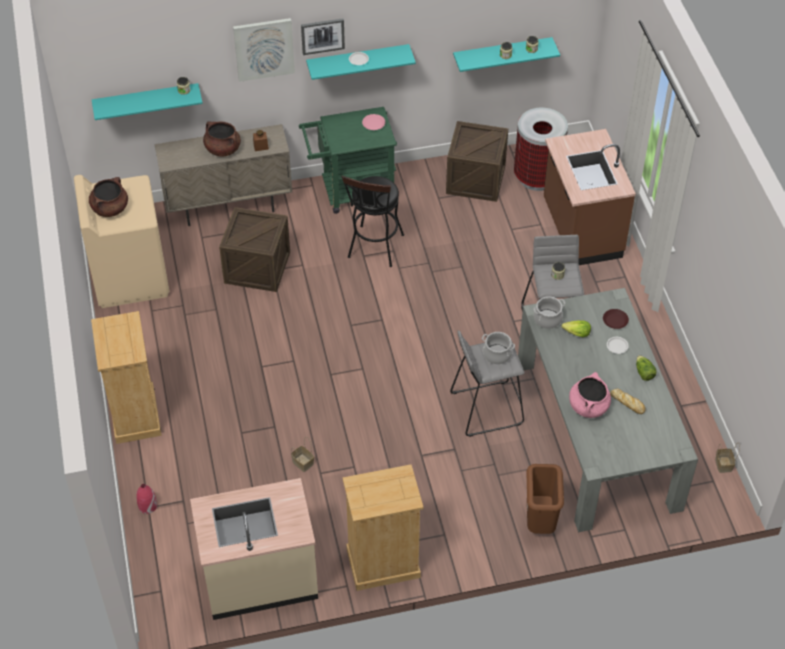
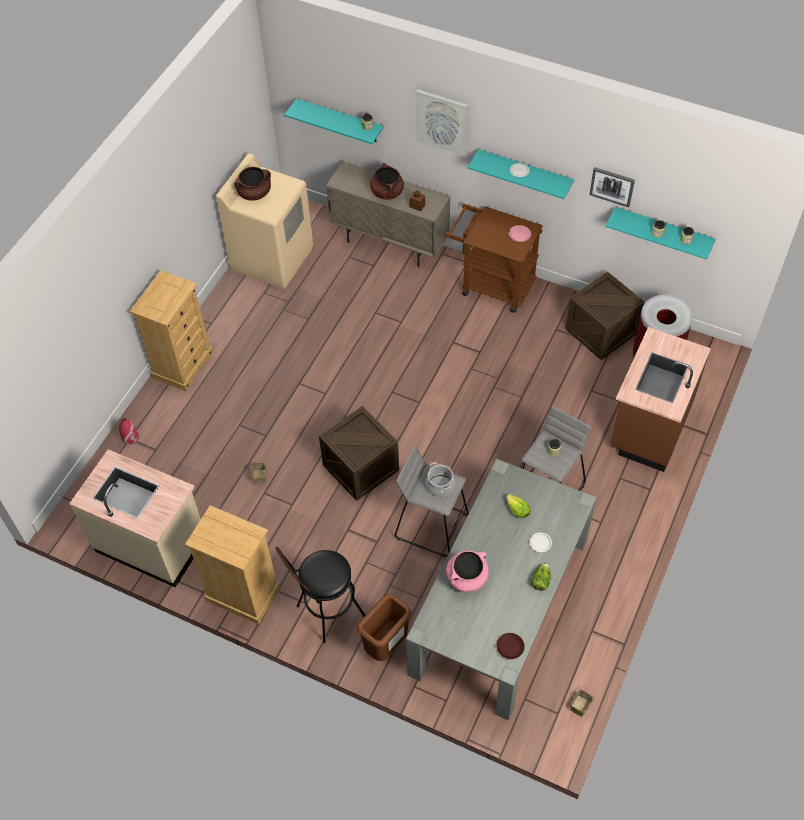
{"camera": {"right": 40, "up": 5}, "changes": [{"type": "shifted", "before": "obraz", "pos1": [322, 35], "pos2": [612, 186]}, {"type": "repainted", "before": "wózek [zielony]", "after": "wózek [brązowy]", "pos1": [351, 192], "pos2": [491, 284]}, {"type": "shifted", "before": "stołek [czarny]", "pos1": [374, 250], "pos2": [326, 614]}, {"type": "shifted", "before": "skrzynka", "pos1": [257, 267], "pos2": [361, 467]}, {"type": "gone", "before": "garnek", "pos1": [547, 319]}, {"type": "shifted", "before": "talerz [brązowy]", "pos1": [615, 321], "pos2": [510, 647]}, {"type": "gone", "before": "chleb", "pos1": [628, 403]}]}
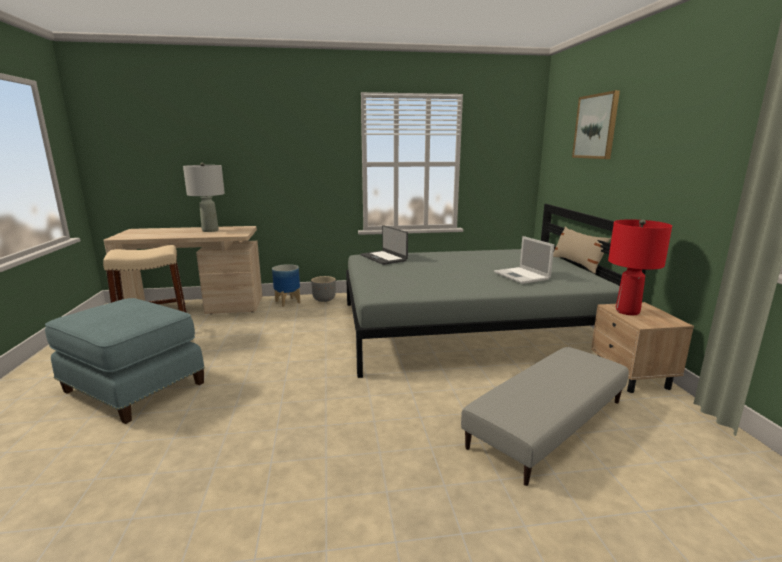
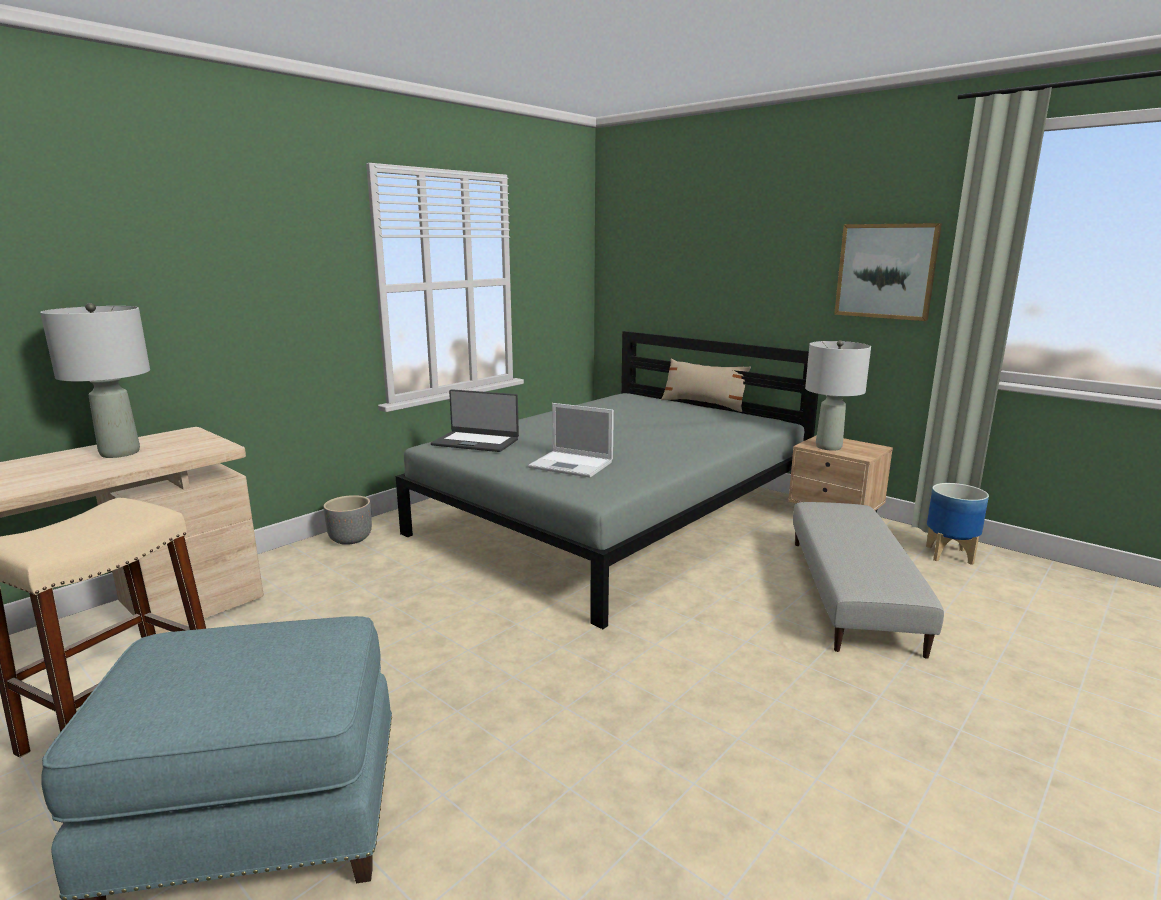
{"camera": {"right": -40, "up": 0}, "changes": [{"type": "shifted", "before": "obraz", "pos1": [596, 126], "pos2": [886, 271]}, {"type": "repainted", "before": "lampa stołowa [czerwony]", "after": "lampa stołowa [szary]", "pos1": [627, 311], "pos2": [828, 447]}, {"type": "shifted", "before": "laptop", "pos1": [522, 276], "pos2": [572, 465]}, {"type": "shifted", "before": "donica", "pos1": [287, 302], "pos2": [948, 555]}]}
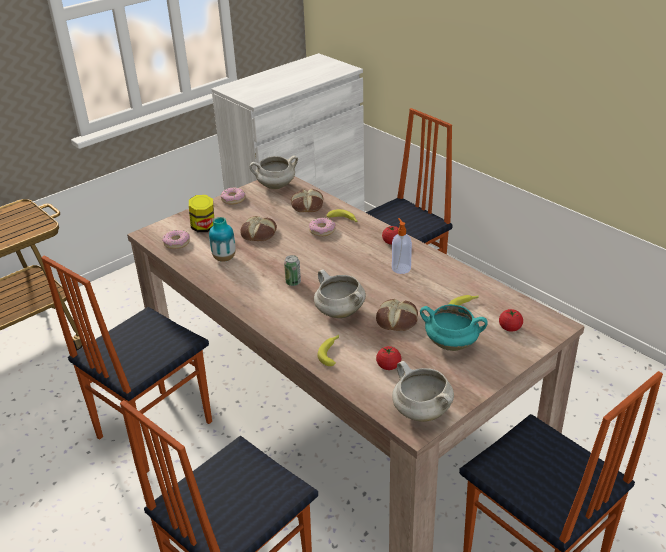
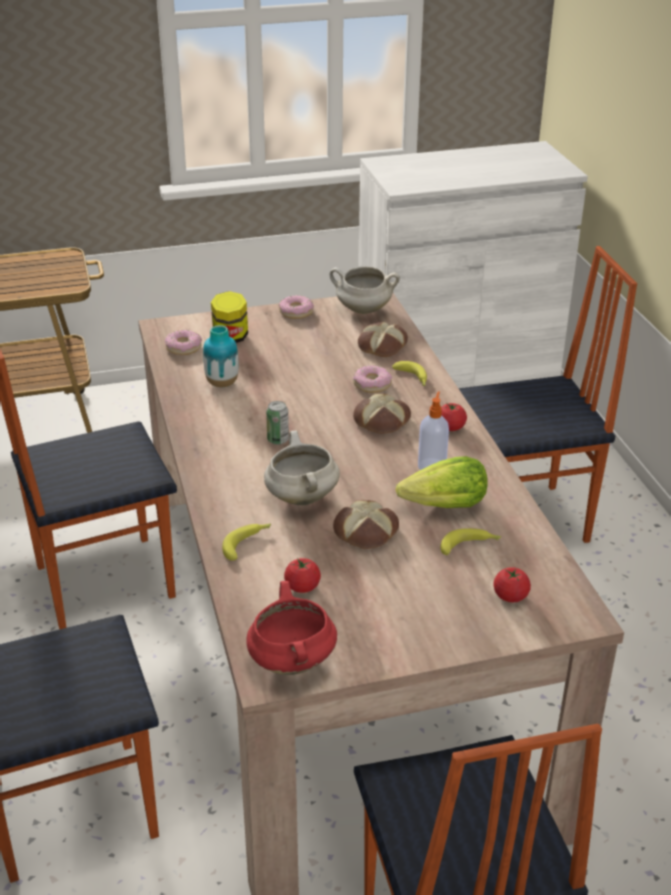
{"camera": {"right": 25, "up": 0}, "changes": [{"type": "shifted", "before": "chleb", "pos1": [259, 233], "pos2": [382, 421]}, {"type": "gone", "before": "garnek [turkusowy]", "pos1": [452, 344]}, {"type": "repainted", "before": "garnek [biały]", "after": "garnek [czerwony]", "pos1": [420, 412], "pos2": [290, 660]}, {"type": "new", "after": "sałata", "pos2": [445, 506]}]}
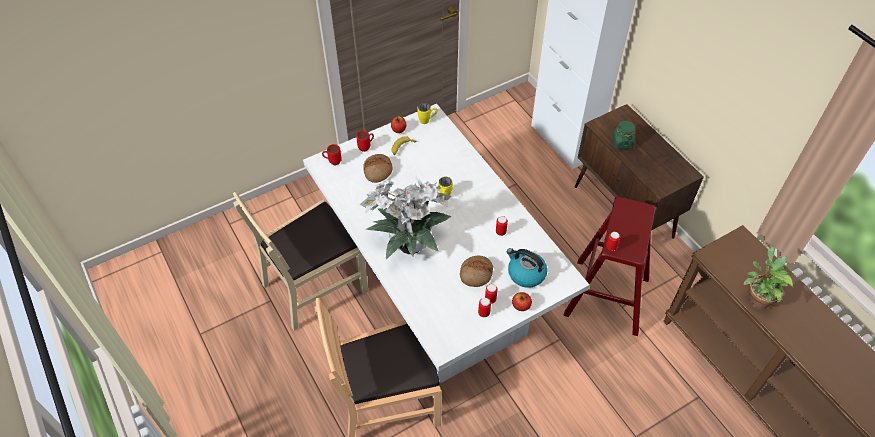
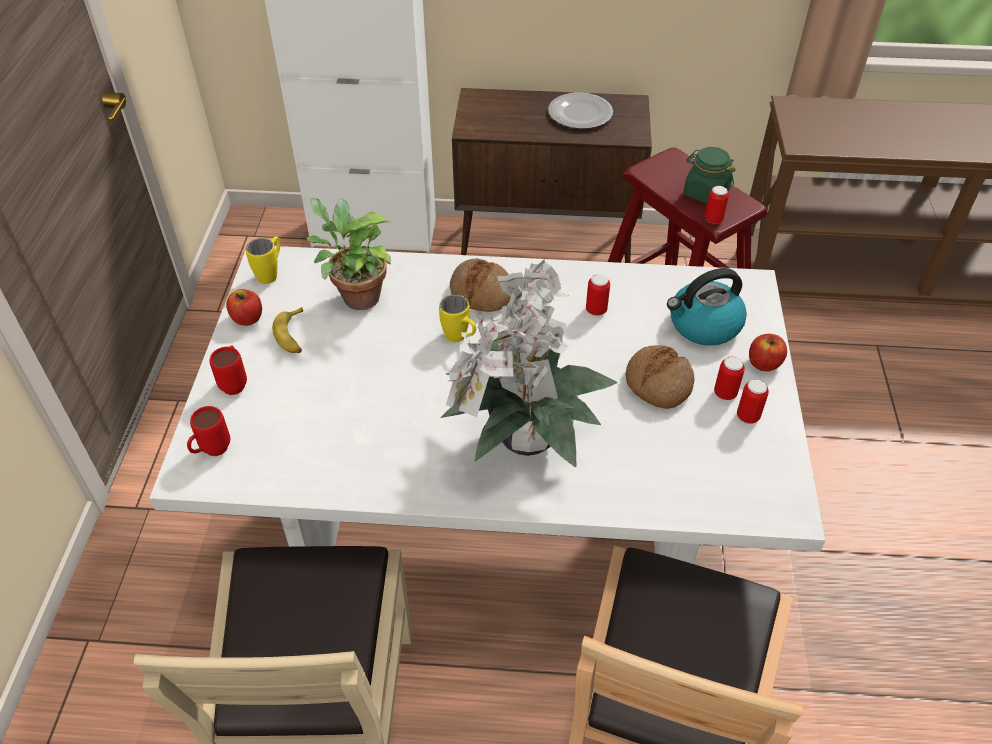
{"camera": {"right": -55, "up": -5}, "changes": [{"type": "shifted", "before": "słoik [zielony]", "pos1": [622, 142], "pos2": [705, 193]}, {"type": "shifted", "before": "chleb", "pos1": [378, 171], "pos2": [481, 292]}, {"type": "shifted", "before": "roślina doniczkowa", "pos1": [756, 298], "pos2": [356, 296]}, {"type": "new", "after": "talerz", "pos2": [580, 113]}]}
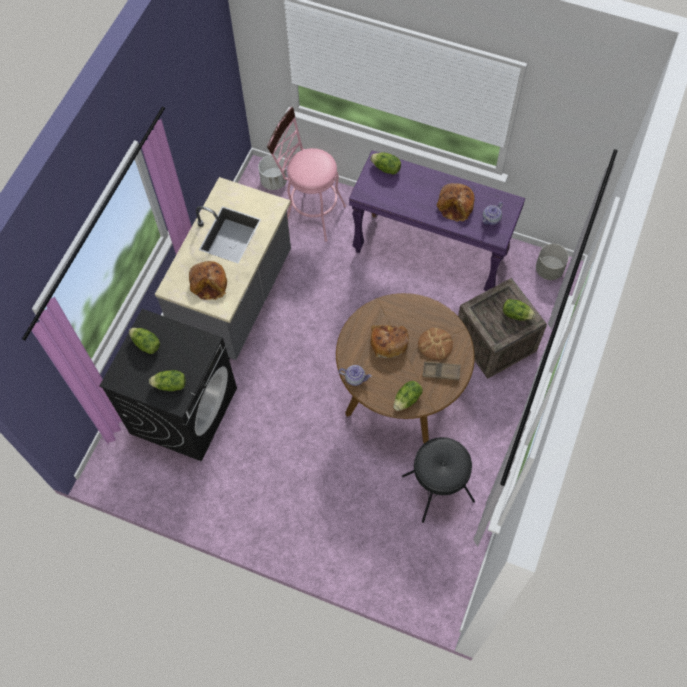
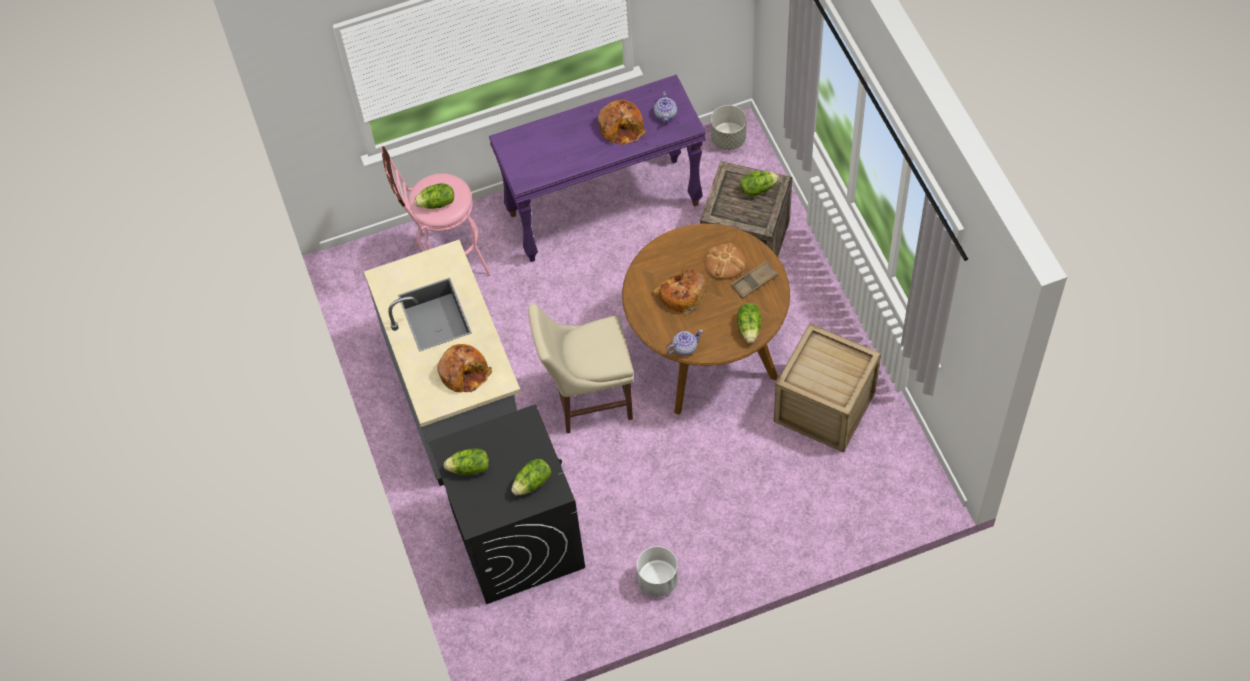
{"camera": {"right": -40, "up": -5}, "changes": [{"type": "shifted", "before": "sałata", "pos1": [386, 168], "pos2": [437, 204]}, {"type": "shifted", "before": "donica [biały]", "pos1": [274, 181], "pos2": [658, 580]}, {"type": "swapped", "before": "stołek [czarny]", "after": "skrzynka", "pos1": [437, 488], "pos2": [824, 406]}, {"type": "new", "after": "krzesło [beżowy]", "pos2": [588, 399]}]}
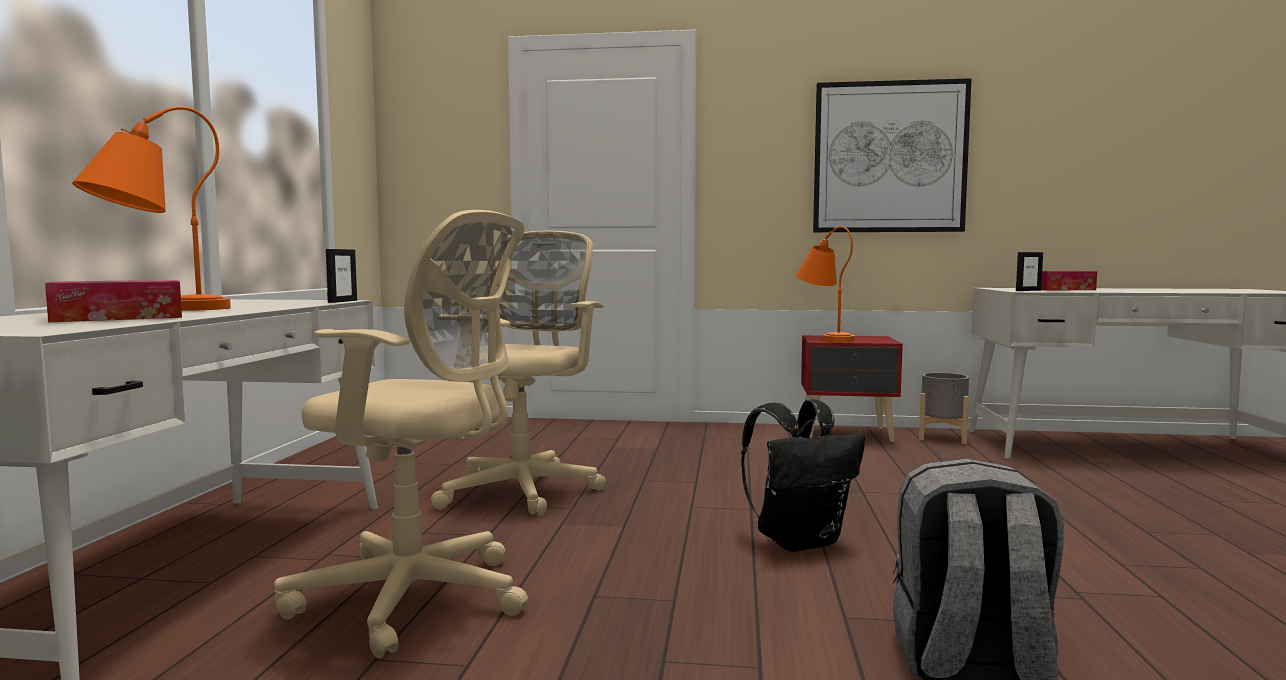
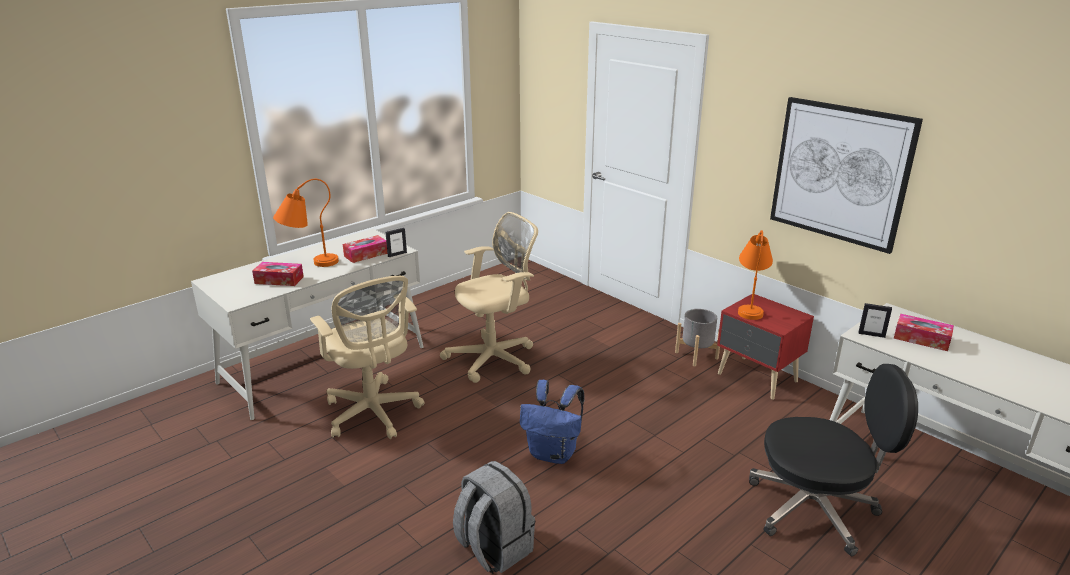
{"camera": {"right": 40, "up": 20}, "changes": [{"type": "shifted", "before": "donica [szary]", "pos1": [942, 437], "pos2": [696, 355]}, {"type": "repainted", "before": "plecak [czarny]", "after": "plecak [niebieski]", "pos1": [799, 541], "pos2": [553, 454]}, {"type": "new", "after": "pudełko chusteczek", "pos2": [366, 254]}, {"type": "new", "after": "krzesło biurowe [czarny]", "pos2": [815, 509]}]}
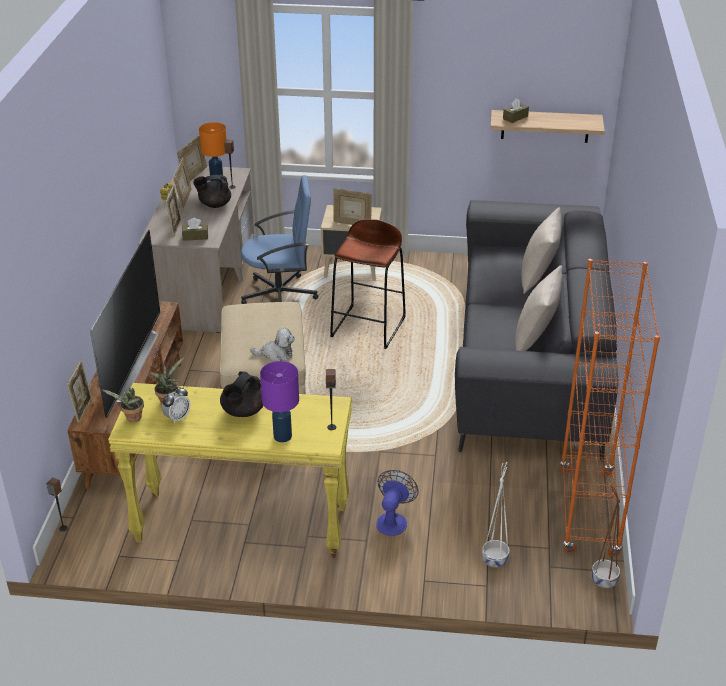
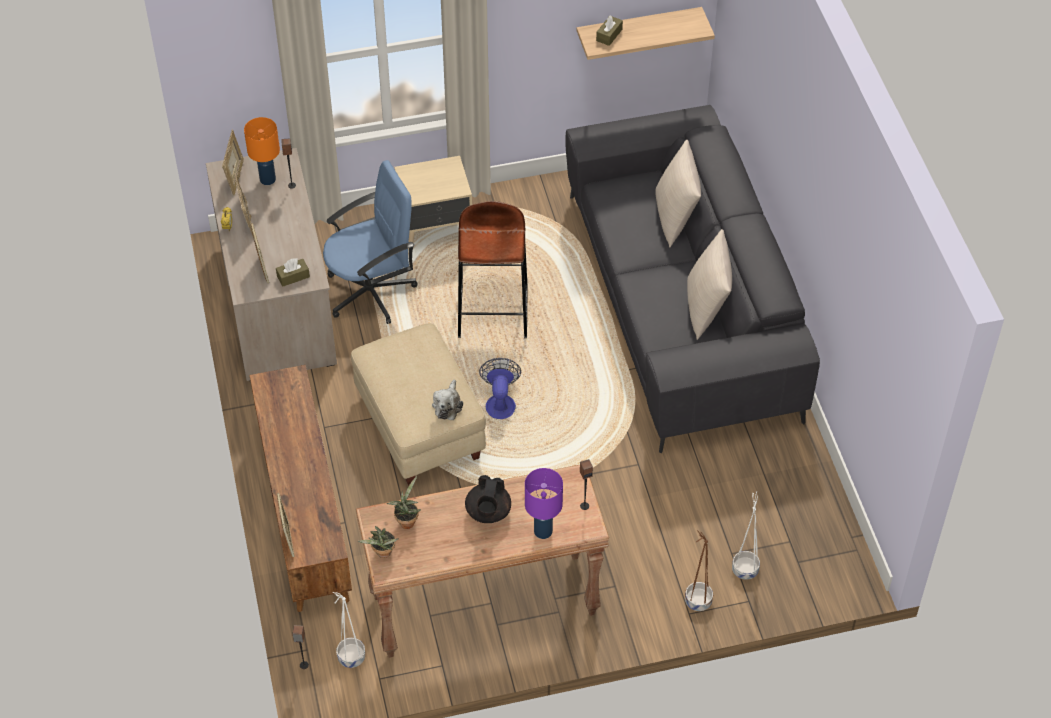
{"camera": {"right": -20, "up": 15}, "changes": [{"type": "gone", "before": "imbryk [czarny]", "pos1": [214, 204]}, {"type": "gone", "before": "ramka na zdjęcie", "pos1": [352, 224]}, {"type": "gone", "before": "telewizor", "pos1": [128, 365]}, {"type": "gone", "before": "regał [pomarańczowy]", "pos1": [588, 512]}, {"type": "rotated", "before": "pluszak", "pos1": [276, 354], "pos2": [448, 405], "turn": 120}, {"type": "repainted", "before": "stolik konsolowy [żółty]", "after": "stolik konsolowy [brązowy]", "pos1": [241, 525], "pos2": [483, 606]}, {"type": "gone", "before": "budzik", "pos1": [177, 418]}, {"type": "shifted", "before": "wentylator", "pos1": [393, 519], "pos2": [500, 402]}, {"type": "shifted", "before": "donica [brązowy]", "pos1": [603, 579], "pos2": [697, 601]}, {"type": "new", "after": "donica [biały]", "pos2": [350, 657]}]}
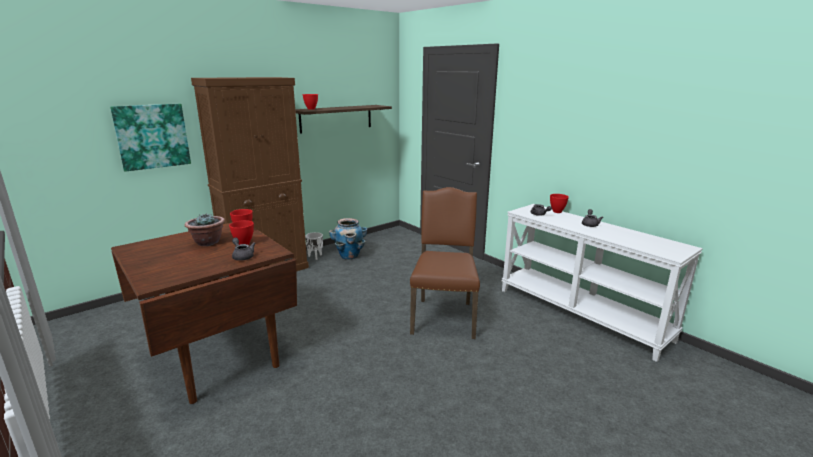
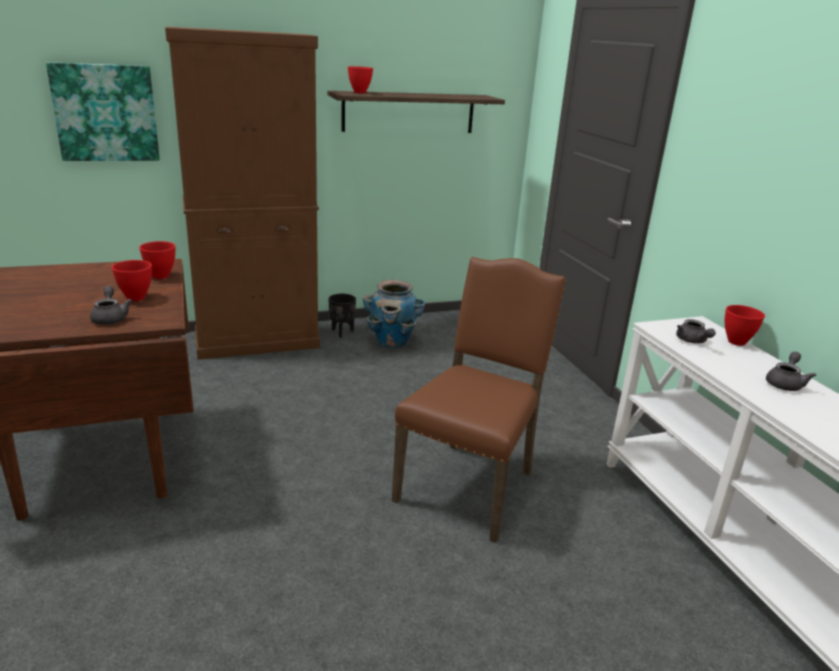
{"camera": {"right": 20, "up": 5}, "changes": [{"type": "gone", "before": "roślina doniczkowa", "pos1": [207, 242]}, {"type": "repainted", "before": "donica [biały]", "after": "donica [czarny]", "pos1": [315, 256], "pos2": [341, 332]}]}
